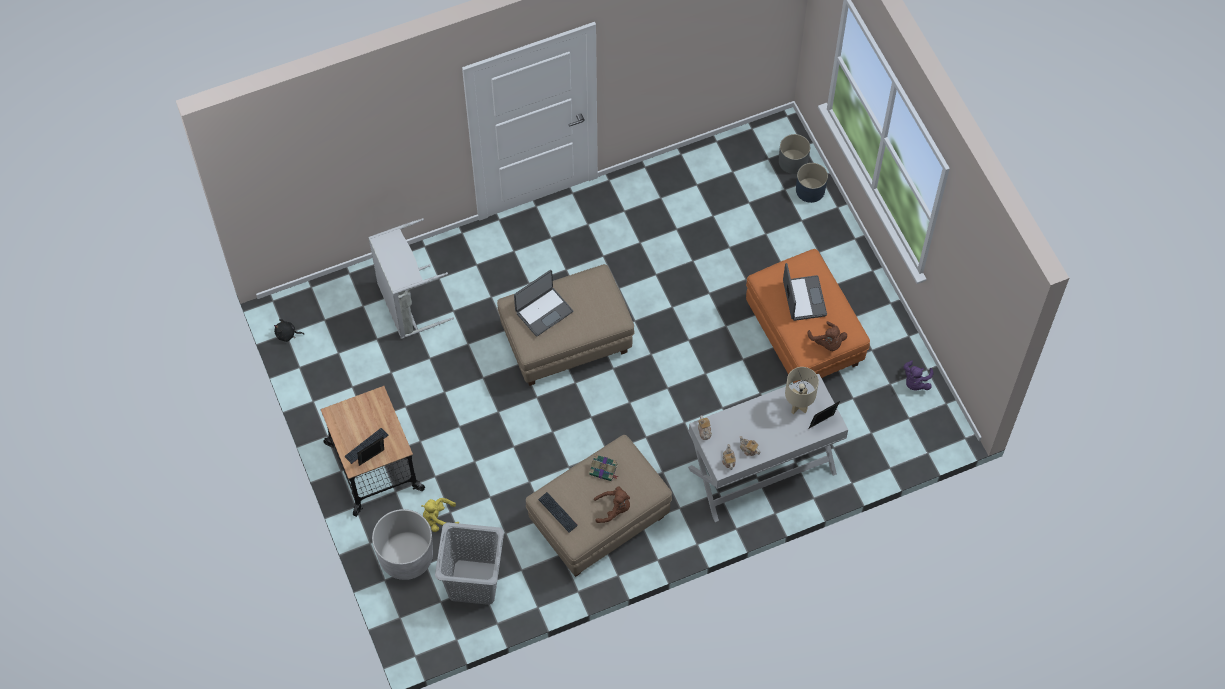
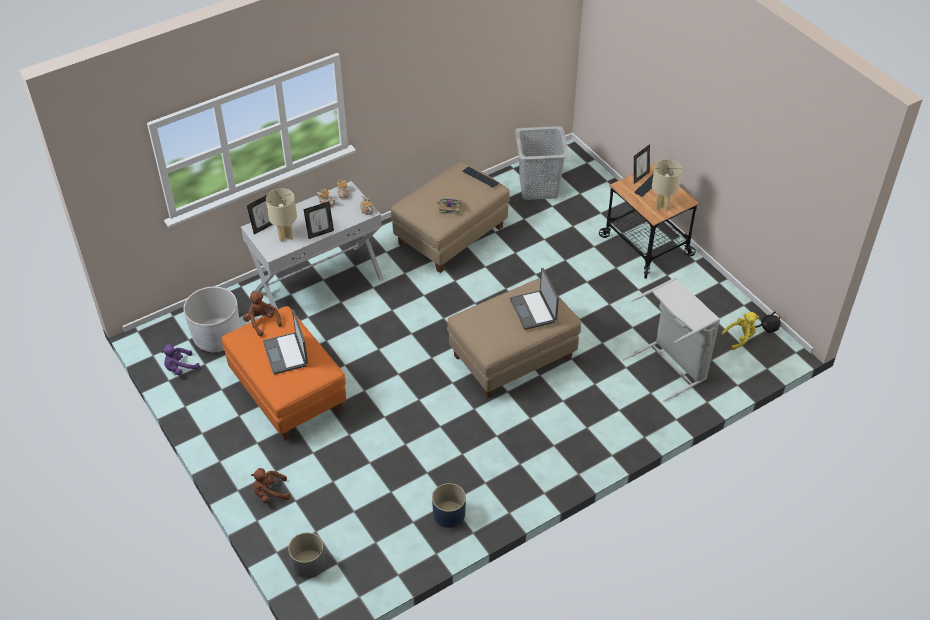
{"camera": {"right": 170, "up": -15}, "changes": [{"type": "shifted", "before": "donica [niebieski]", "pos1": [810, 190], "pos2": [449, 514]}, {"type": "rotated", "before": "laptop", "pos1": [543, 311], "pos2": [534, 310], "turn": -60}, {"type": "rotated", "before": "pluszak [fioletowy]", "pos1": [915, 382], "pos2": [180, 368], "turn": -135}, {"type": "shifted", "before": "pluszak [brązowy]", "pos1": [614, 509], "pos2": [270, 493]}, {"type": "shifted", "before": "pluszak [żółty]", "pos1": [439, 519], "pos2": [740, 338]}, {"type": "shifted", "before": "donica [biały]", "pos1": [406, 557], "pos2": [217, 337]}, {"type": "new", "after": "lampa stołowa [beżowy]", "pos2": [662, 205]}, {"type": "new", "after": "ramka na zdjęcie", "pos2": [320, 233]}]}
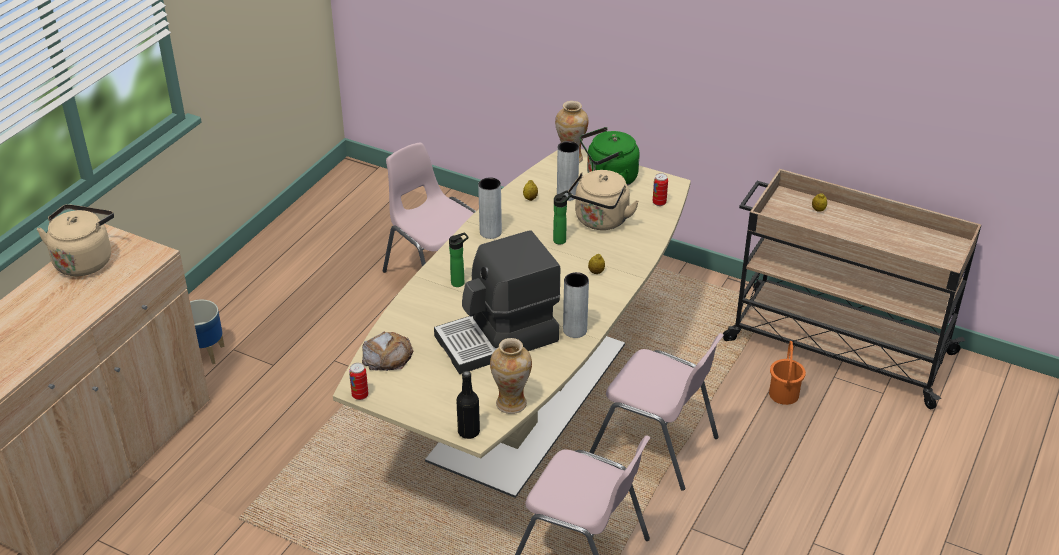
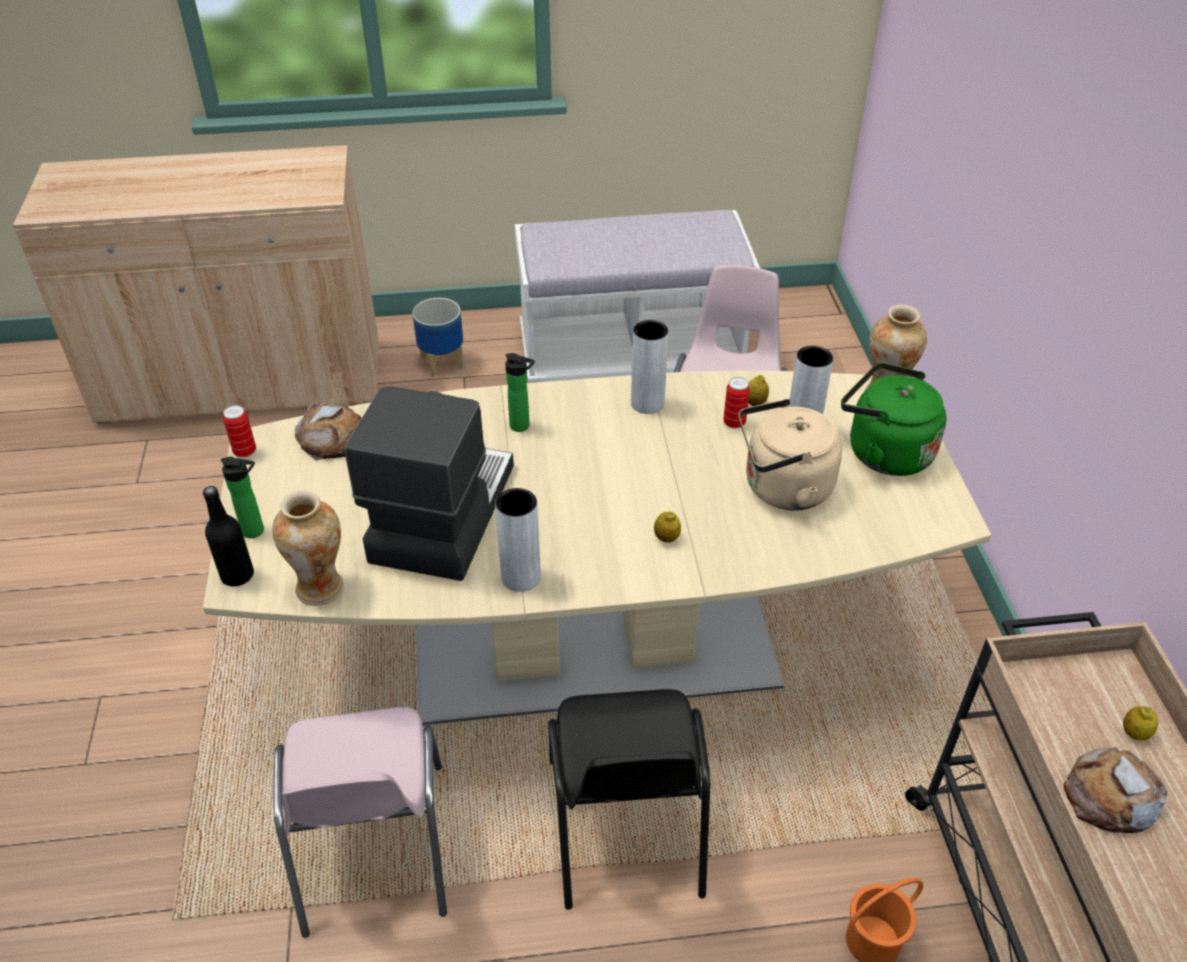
{"camera": {"right": 55, "up": 5}, "changes": [{"type": "shifted", "before": "puszka", "pos1": [659, 203], "pos2": [734, 423]}, {"type": "shifted", "before": "butelka", "pos1": [561, 240], "pos2": [256, 531]}, {"type": "gone", "before": "czajnik [beżowy]", "pos1": [85, 260]}, {"type": "rotated", "before": "ekspres do kawy", "pos1": [498, 339], "pos2": [440, 514], "turn": 75}, {"type": "repainted", "before": "krzesło [różowy]", "after": "krzesło [czarny]", "pos1": [656, 446], "pos2": [625, 829]}, {"type": "new", "after": "ławka [biały]", "pos2": [631, 354]}, {"type": "new", "after": "chleb", "pos2": [1110, 796]}]}
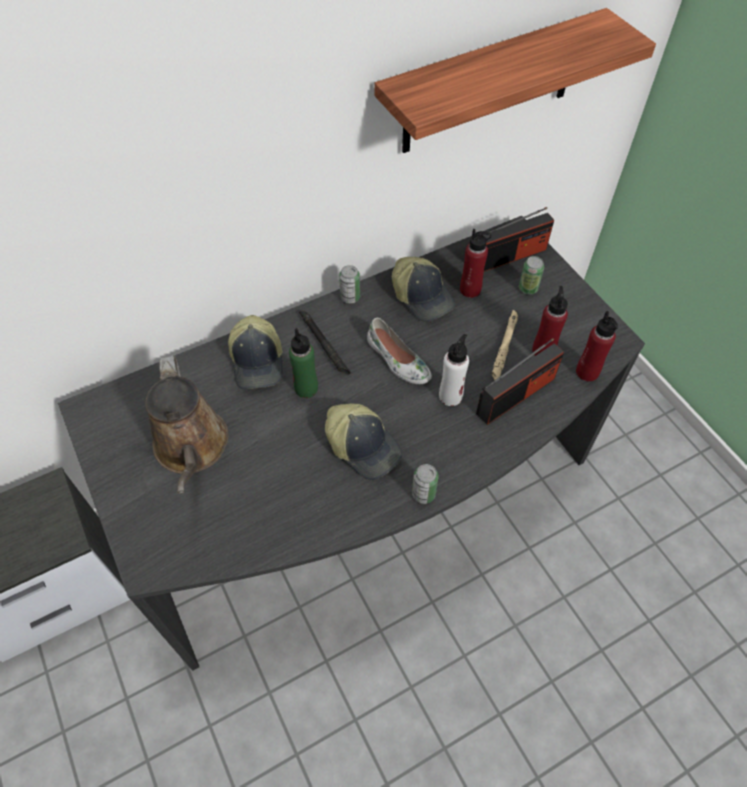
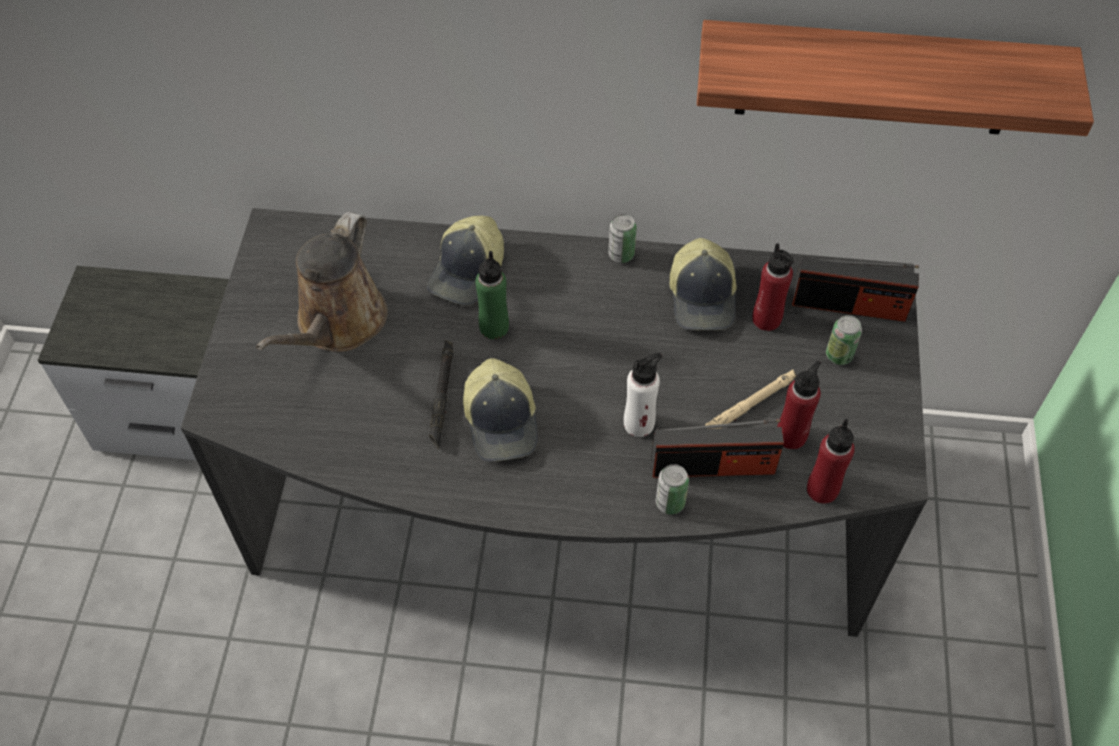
{"camera": {"right": 35, "up": 0}, "changes": [{"type": "shifted", "before": "latarka [czarny]", "pos1": [324, 344], "pos2": [442, 396]}, {"type": "gone", "before": "but [biały]", "pos1": [397, 360]}, {"type": "shifted", "before": "puszka", "pos1": [423, 494], "pos2": [670, 502]}]}
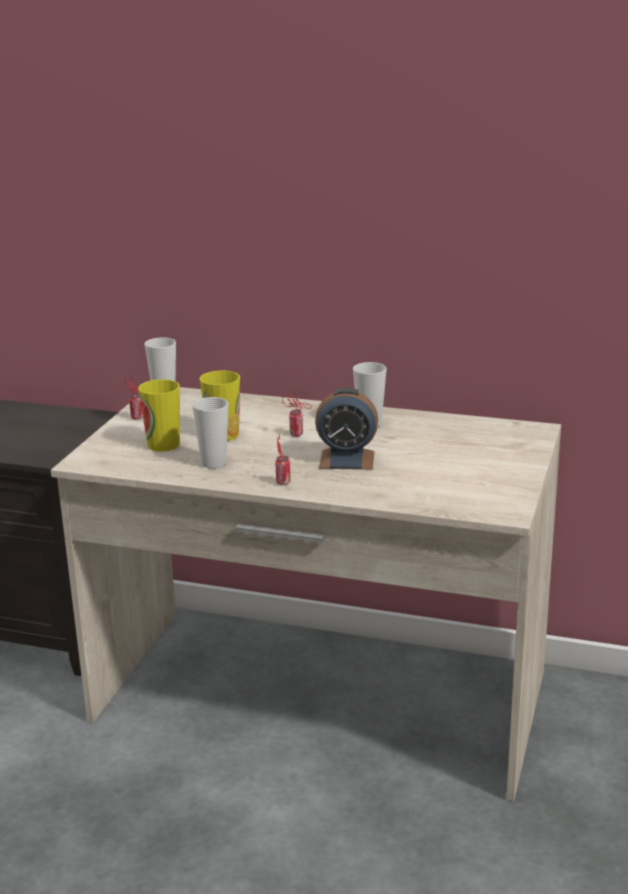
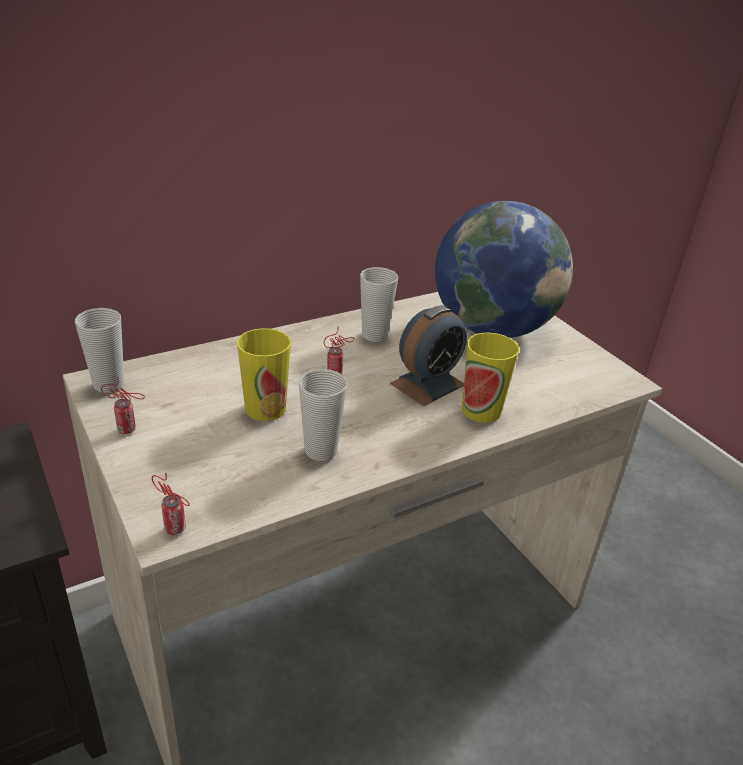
{"camera": {"right": -50, "up": 10}, "changes": [{"type": "shifted", "before": "filiżanka", "pos1": [163, 444], "pos2": [481, 410]}, {"type": "shifted", "before": "puszka", "pos1": [283, 483], "pos2": [177, 530]}, {"type": "new", "after": "globus", "pos2": [492, 328]}]}
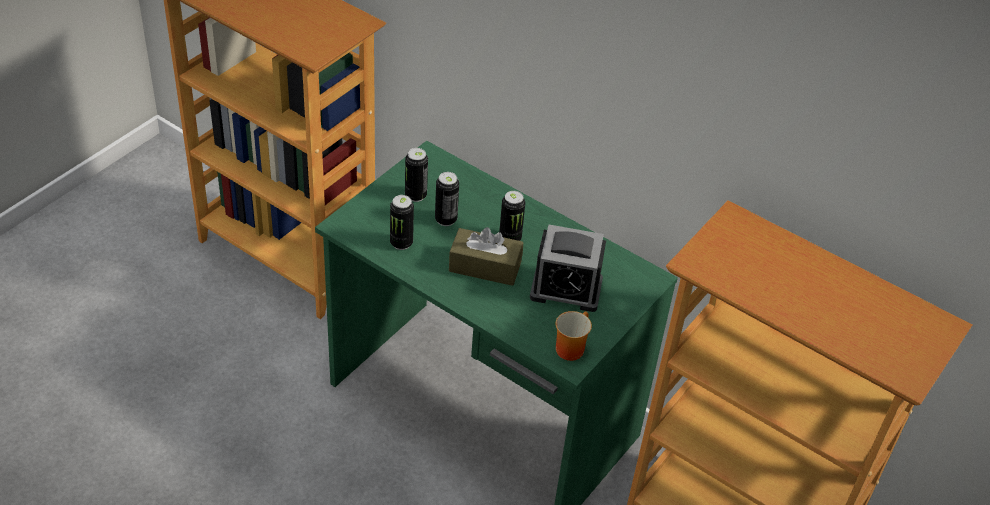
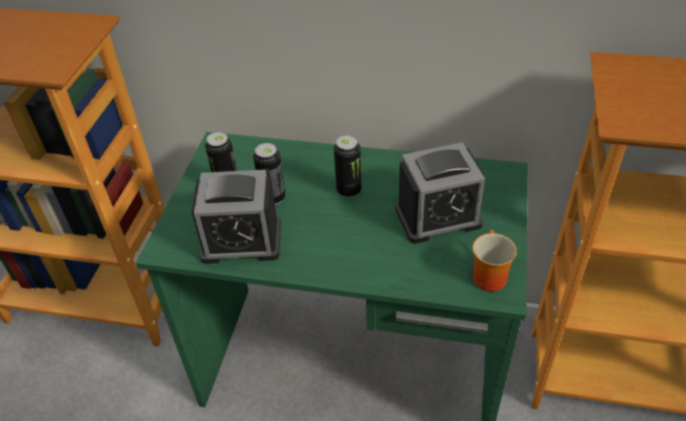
{"camera": {"right": -20, "up": 0}, "changes": [{"type": "swapped", "before": "puszka", "after": "budzik", "pos1": [401, 243], "pos2": [241, 241]}, {"type": "gone", "before": "pudełko chusteczek [brązowy]", "pos1": [485, 266]}]}
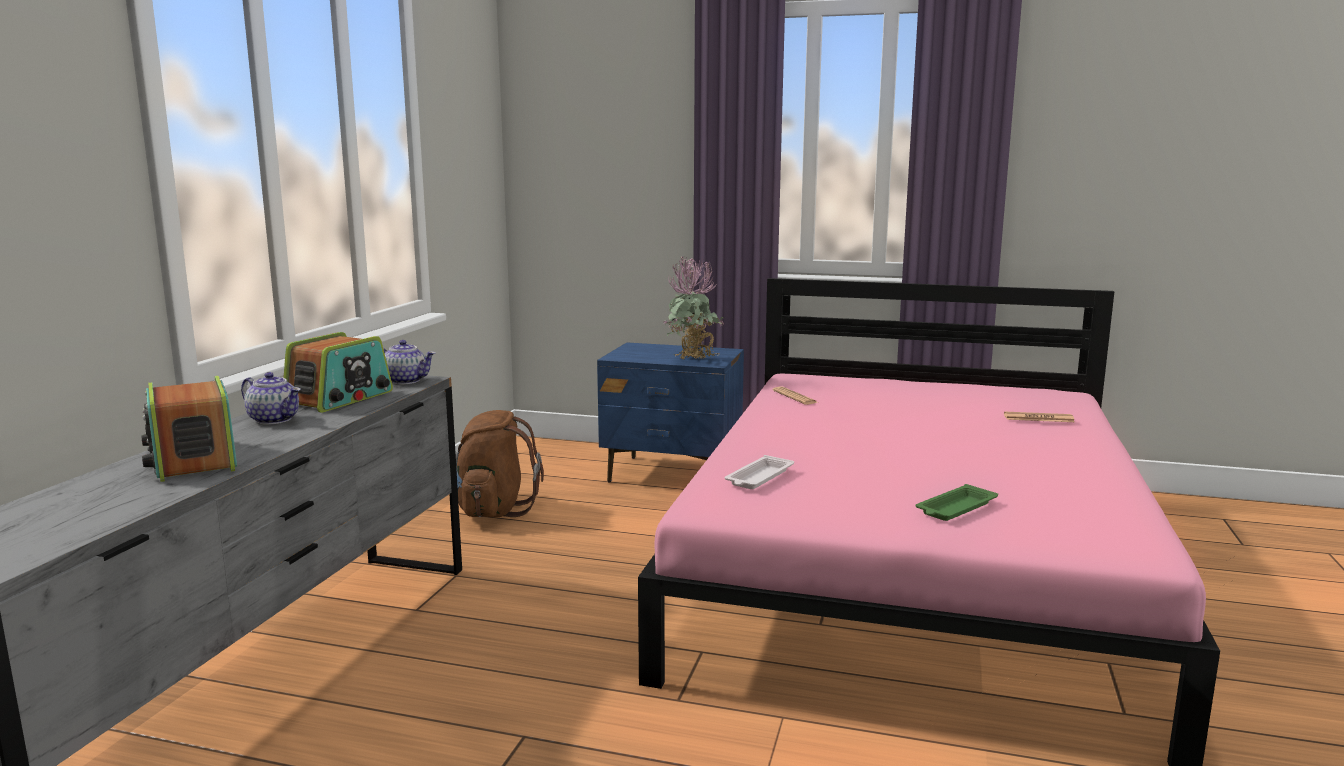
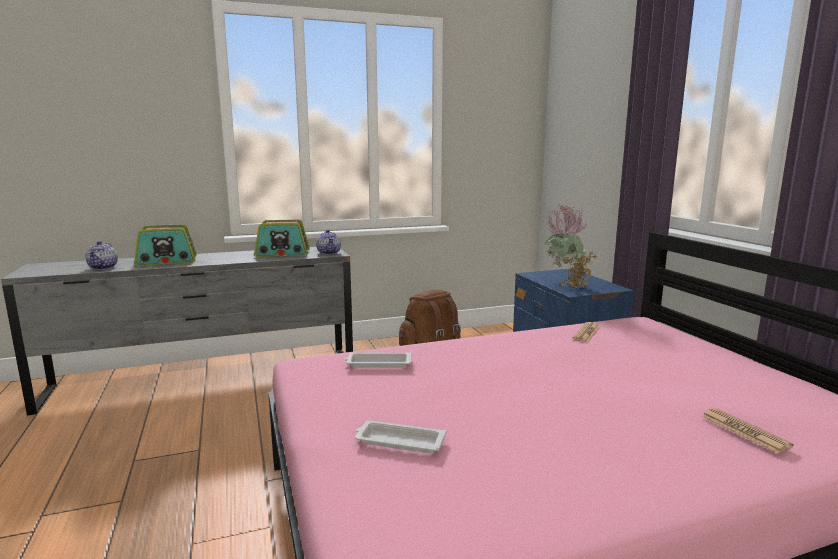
{"camera": {"right": 55, "up": 0}, "changes": [{"type": "shifted", "before": "imbryk", "pos1": [275, 419], "pos2": [103, 267]}, {"type": "rotated", "before": "radio", "pos1": [193, 460], "pos2": [167, 261], "turn": -135}, {"type": "repainted", "before": "taca [zielony]", "after": "taca [biały]", "pos1": [955, 508], "pos2": [399, 441]}]}
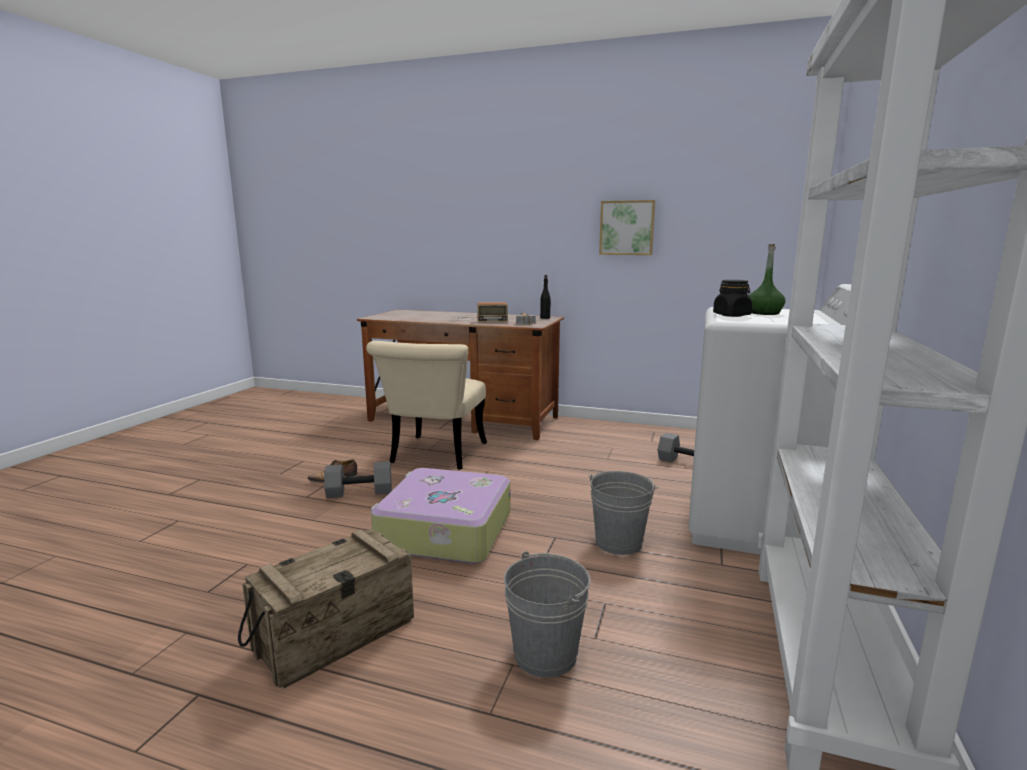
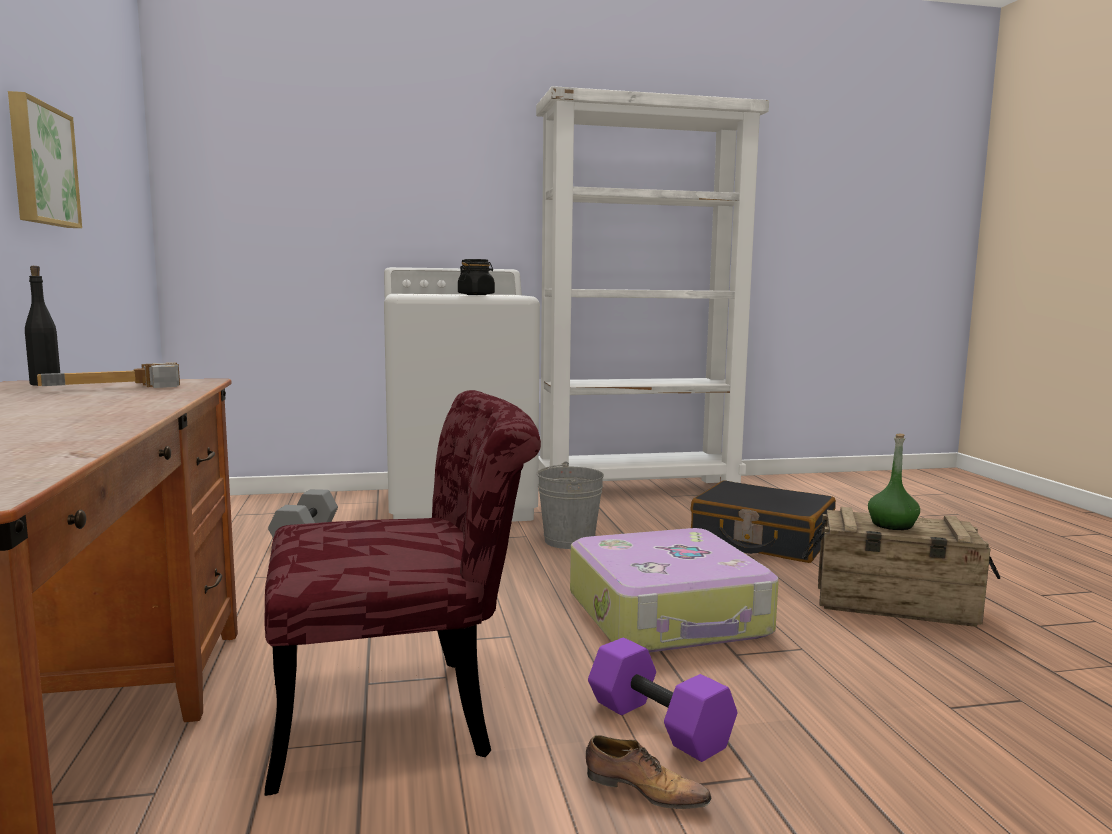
{"camera": {"right": -120, "up": -5}, "changes": [{"type": "shifted", "before": "butelka [zielony]", "pos1": [764, 313], "pos2": [892, 525]}, {"type": "gone", "before": "radio", "pos1": [476, 320]}, {"type": "repainted", "before": "krzesło [beżowy]", "after": "krzesło [czerwony]", "pos1": [434, 456], "pos2": [405, 714]}, {"type": "repainted", "before": "hantel [szary]", "after": "hantel [fioletowy]", "pos1": [360, 492], "pos2": [656, 724]}, {"type": "swapped", "before": "wiadro [szary]", "after": "walizka [czarny]", "pos1": [545, 654], "pos2": [761, 540]}]}
